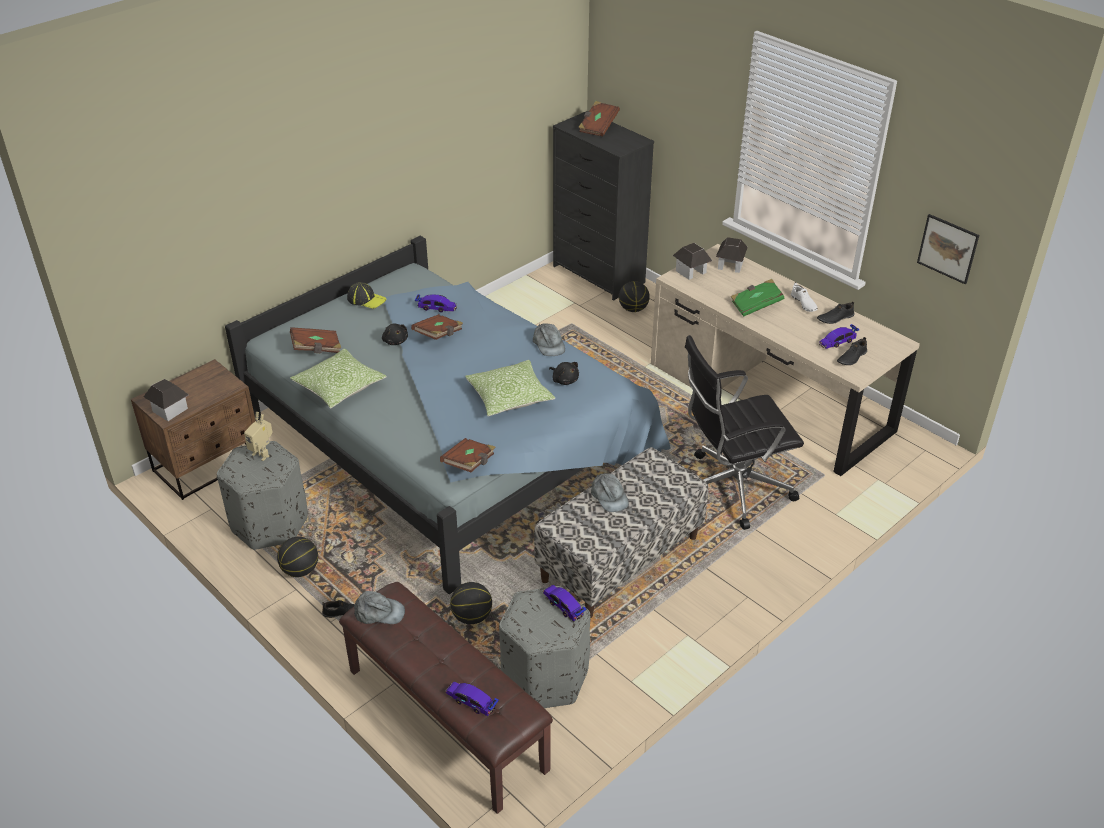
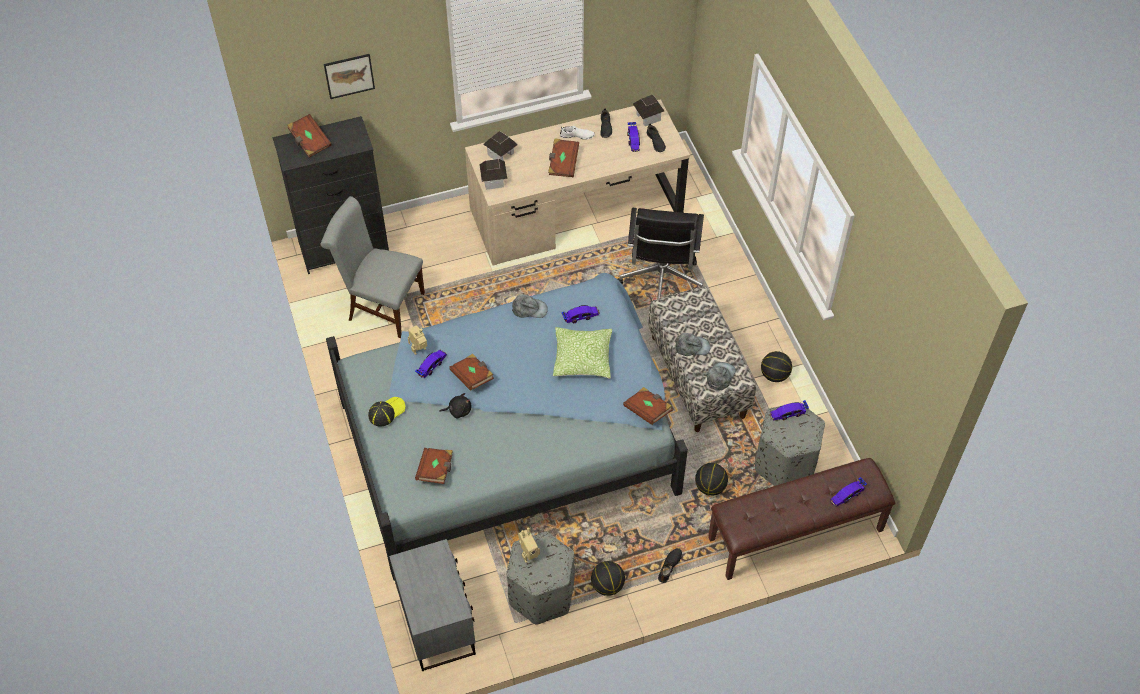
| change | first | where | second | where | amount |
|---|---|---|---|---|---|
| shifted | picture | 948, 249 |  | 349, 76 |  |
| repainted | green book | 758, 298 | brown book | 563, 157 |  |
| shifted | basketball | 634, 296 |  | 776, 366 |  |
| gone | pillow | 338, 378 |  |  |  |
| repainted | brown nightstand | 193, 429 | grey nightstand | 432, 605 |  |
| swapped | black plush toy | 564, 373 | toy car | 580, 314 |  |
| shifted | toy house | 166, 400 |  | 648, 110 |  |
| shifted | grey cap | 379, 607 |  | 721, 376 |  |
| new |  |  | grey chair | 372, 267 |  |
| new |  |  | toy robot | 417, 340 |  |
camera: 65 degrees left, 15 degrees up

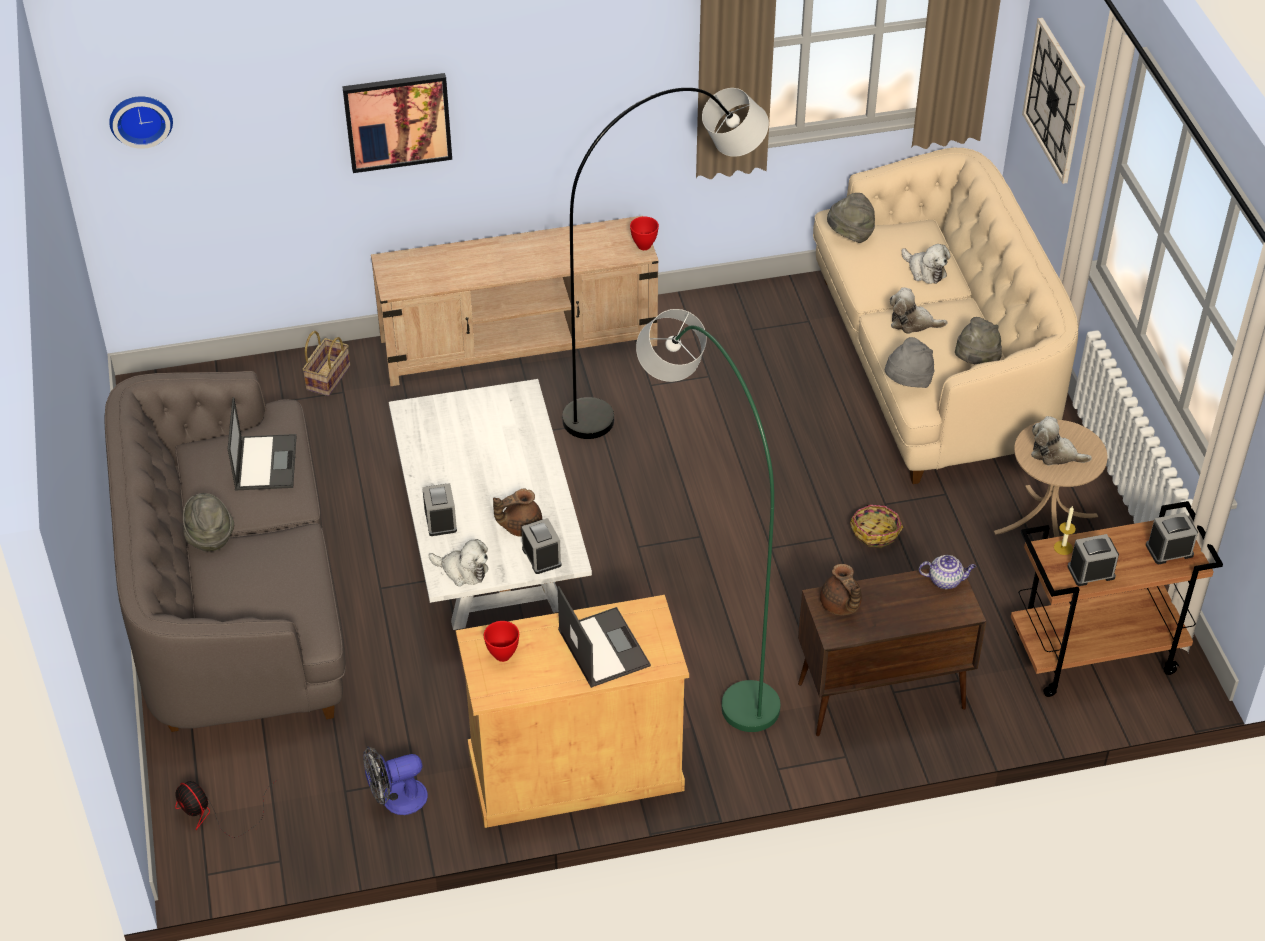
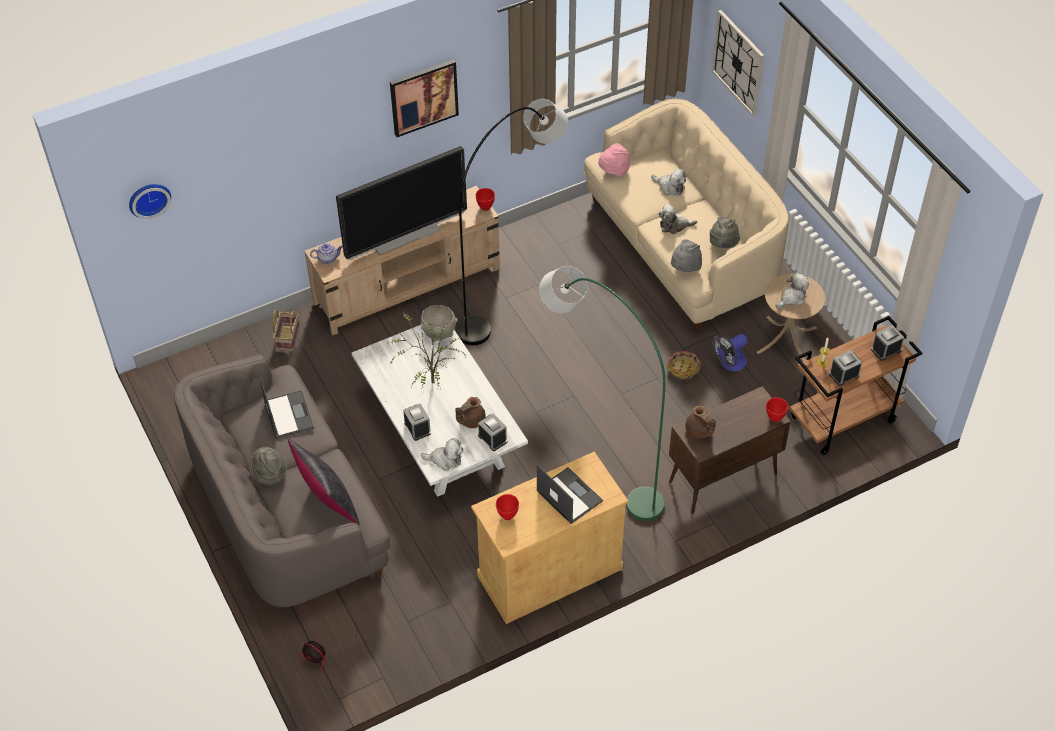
| change | first | where | second | where | amount |
|---|---|---|---|---|---|
| shifted | picture | 397, 123 |  | 424, 98 |  |
| repainted | grey hat | 851, 218 | pink hat | 614, 159 |  |
| rotated | plush toy | 1061, 441 |  | 792, 290 | 135 degrees clockwise |
| shifted | teapot | 947, 572 |  | 326, 253 |  |
| shifted | fan | 395, 781 |  | 730, 352 |  |
| new |  |  | television | 401, 203 |  |
| new |  |  | grey bowl | 438, 323 |  |
| new |  |  | potted plant | 426, 353 |  |
| new |  |  | red bowl | 777, 409 |  |
| new |  |  | black pillow | 324, 481 |  |
camera: 15 degrees left, 5 degrees up

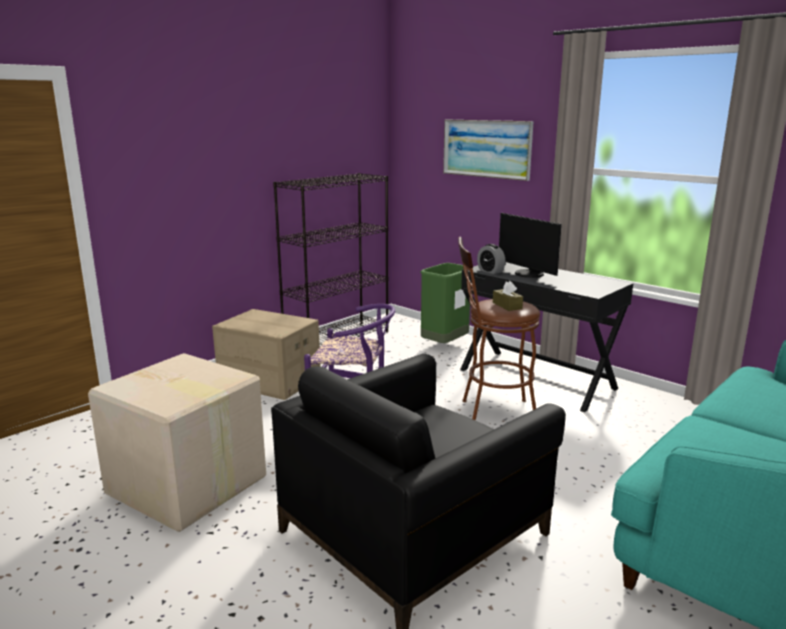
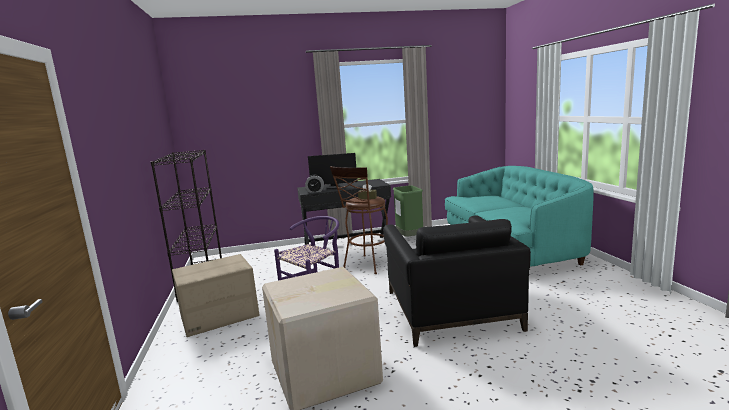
| change | first | where | second | where | amount |
|---|---|---|---|---|---|
| gone | picture | 488, 150 |  |  |  |
| shifted | green trash can | 445, 303 |  | 408, 211 |  |
camera: 55 degrees left, 5 degrees down

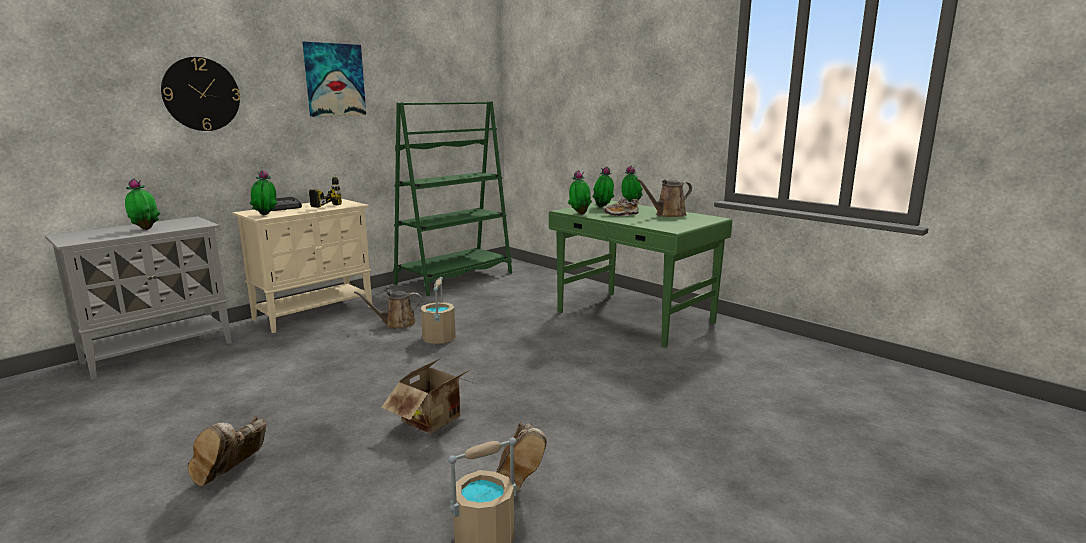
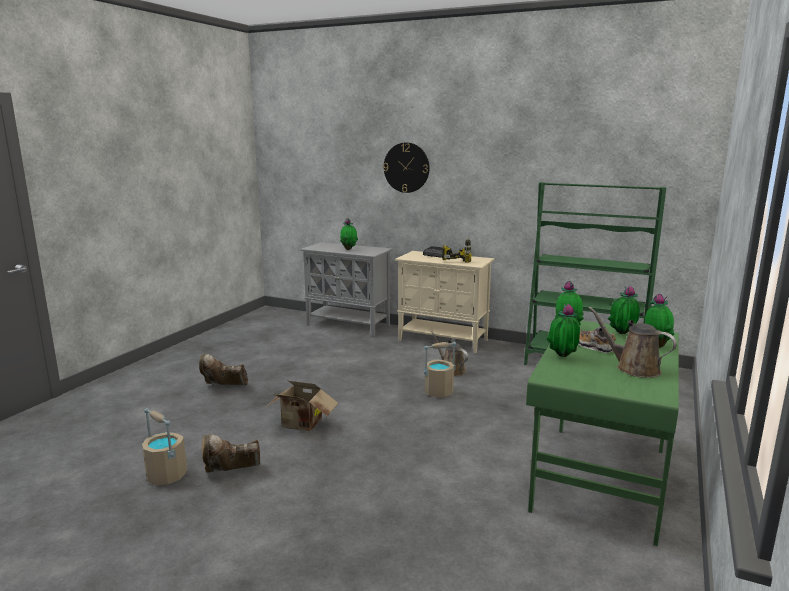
| change | first | where | second | where | amount |
|---|---|---|---|---|---|
| gone | picture | 334, 79 |  |  |  |
| shifted | potted plant | 264, 192 |  | 563, 330 |  |
camera: 70 degrees right, 0 degrees up

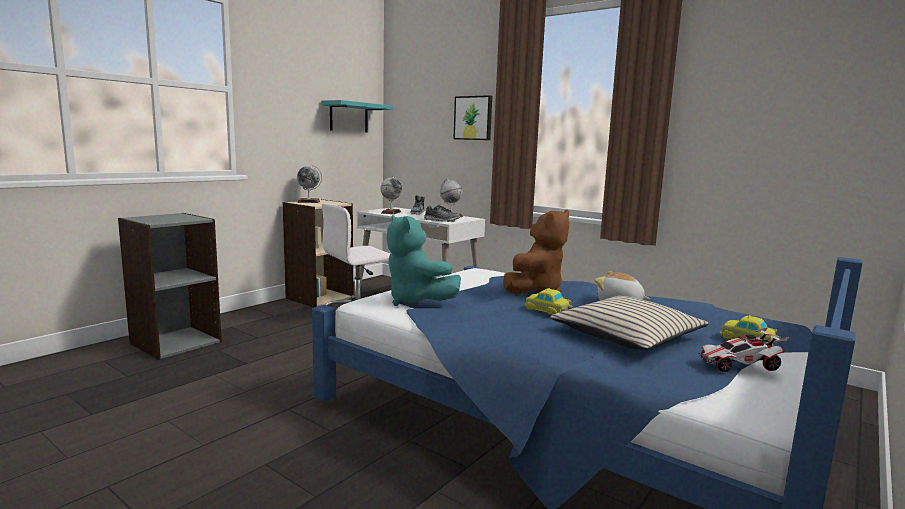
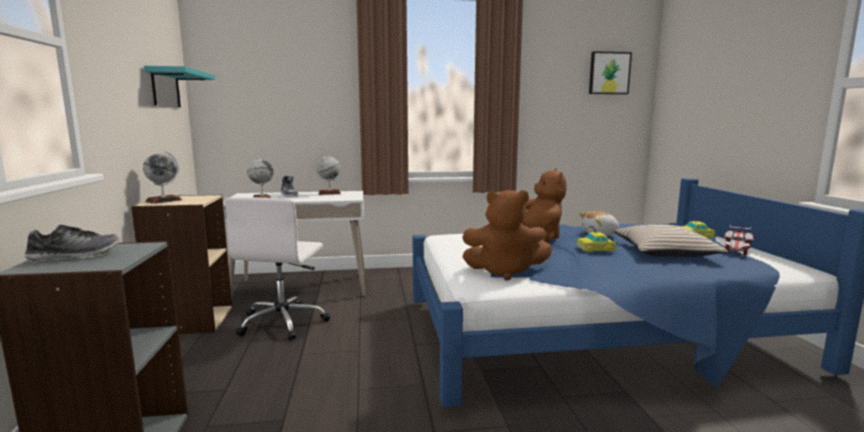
| change | first | where | second | where | amount |
|---|---|---|---|---|---|
| shifted | picture | 472, 117 |  | 610, 72 |  |
| shifted | shoe | 442, 213 |  | 72, 244 |  |
| repainted | turquoise plush toy | 423, 260 | brown plush toy | 507, 235 |  |
camera: 45 degrees left, 0 degrees up

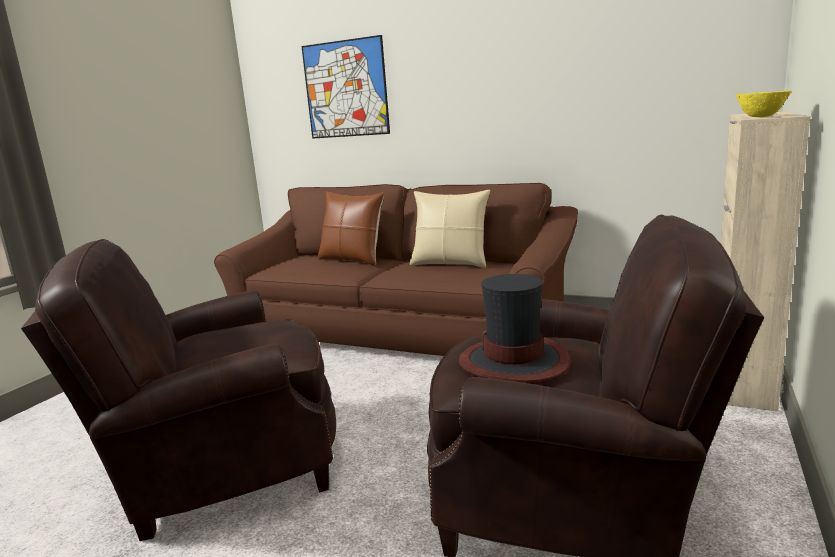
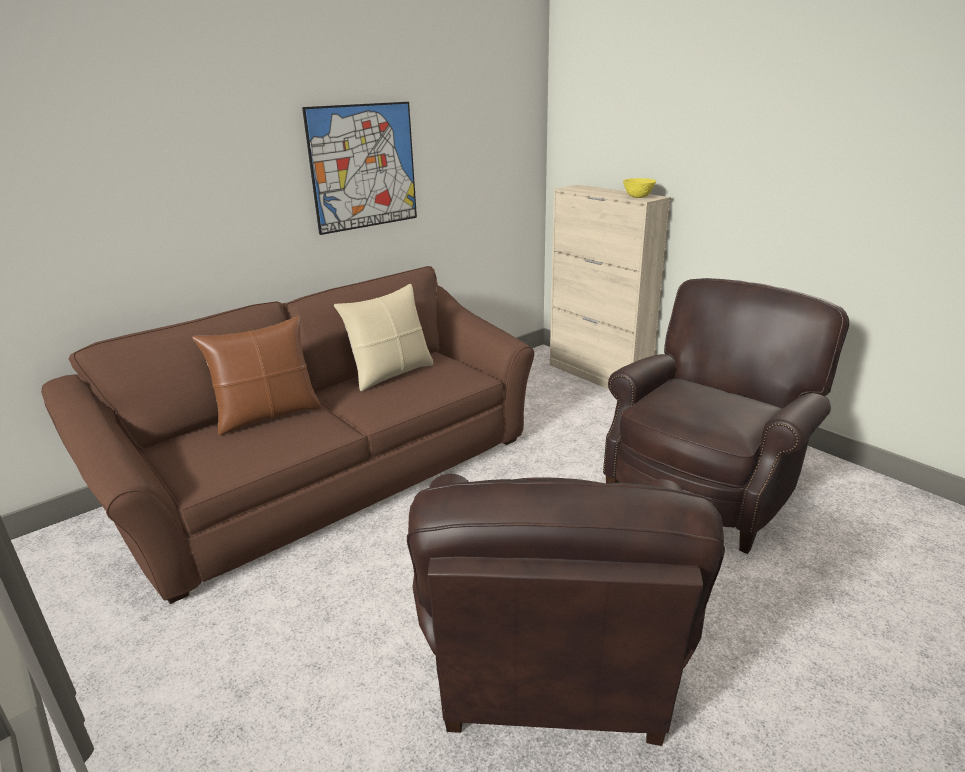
| change | first | where | second | where | amount |
|---|---|---|---|---|---|
| shifted | picture | 345, 87 |  | 359, 168 |  |
| gone | hat | 515, 329 |  |  |  |
camera: 65 degrees left, 10 degrees up

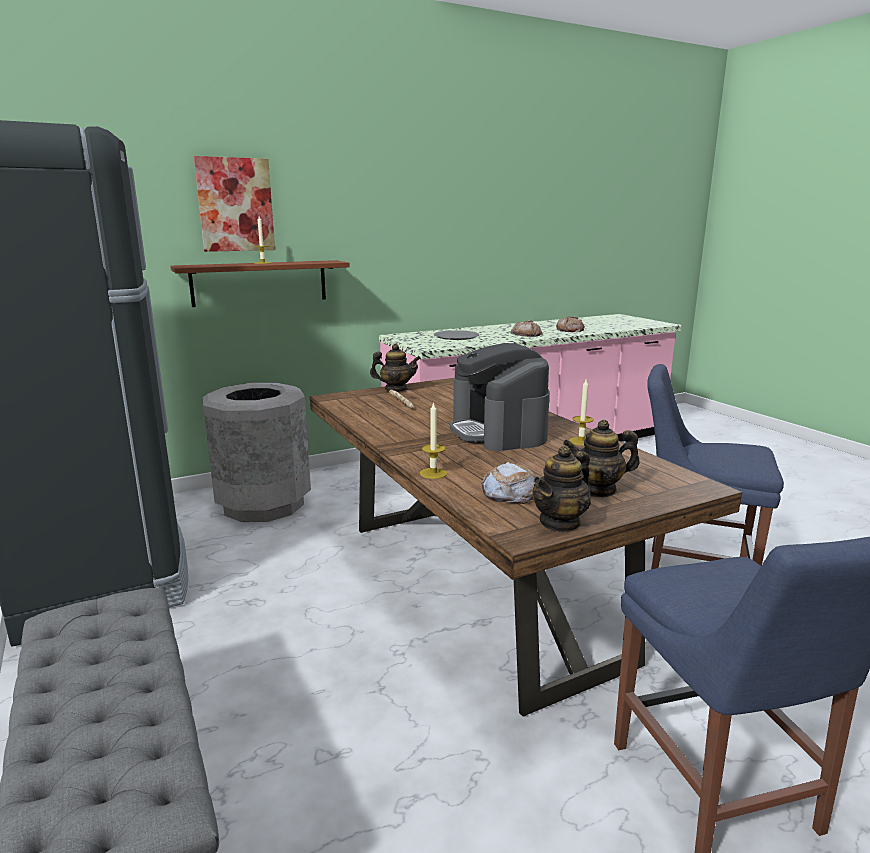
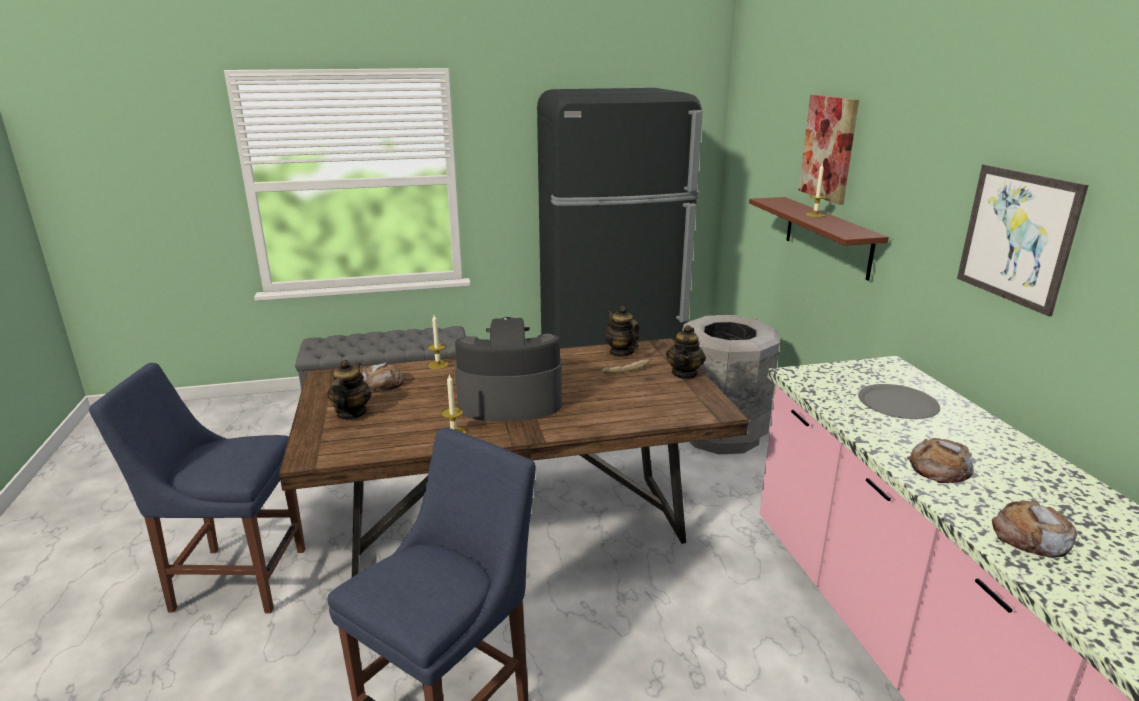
| change | first | where | second | where | amount |
|---|---|---|---|---|---|
| shifted | teapot | 561, 489 |  | 622, 331 |  |
| new |  |  | picture | 1023, 240 |  |
camera: 105 degrees right, 5 degrees up

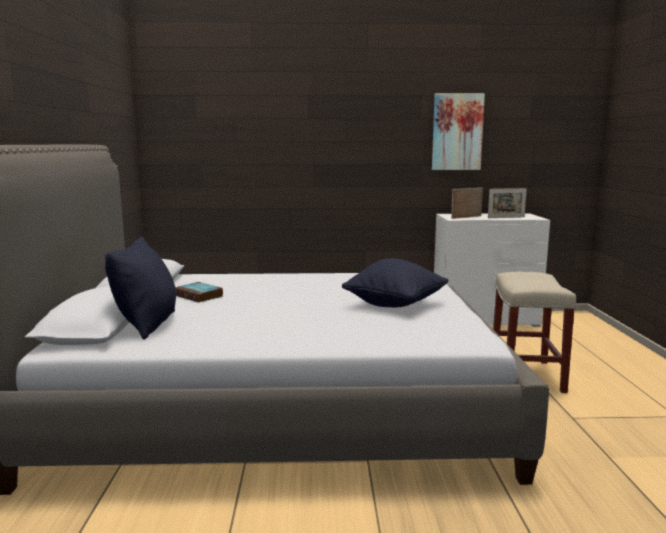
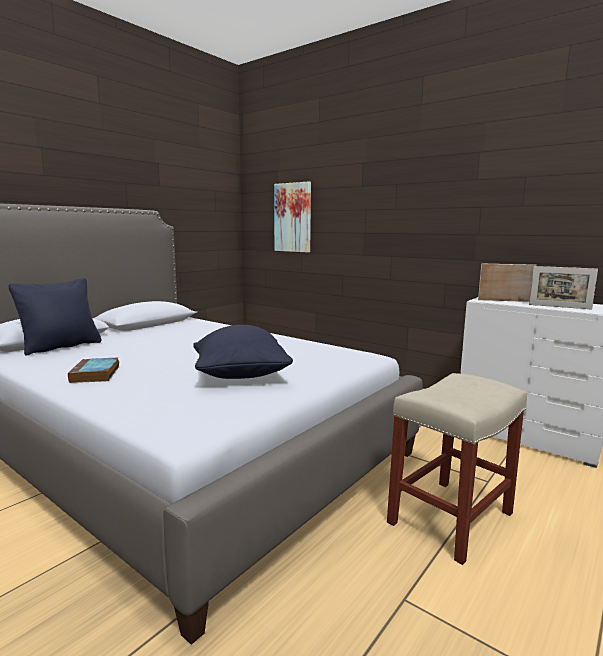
| change | first | where | second | where | amount |
|---|---|---|---|---|---|
| shifted | picture | 458, 131 |  | 292, 216 |  |
| shifted | book | 199, 292 |  | 93, 370 |  |
camera: 40 degrees right, 0 degrees up

